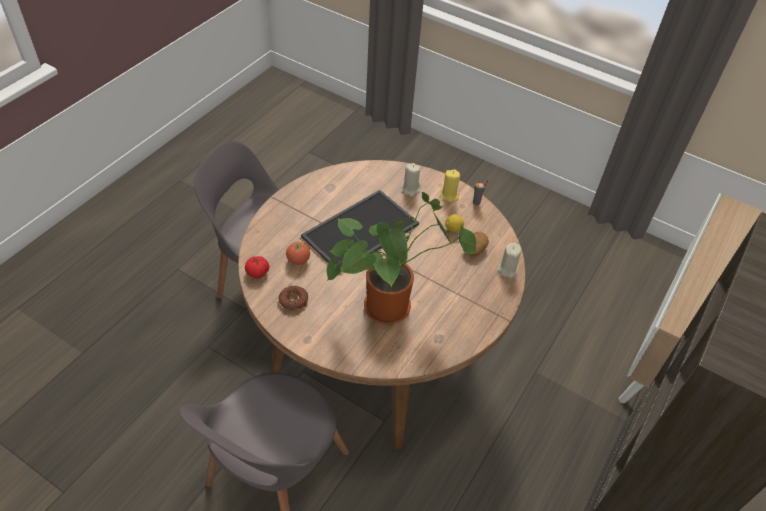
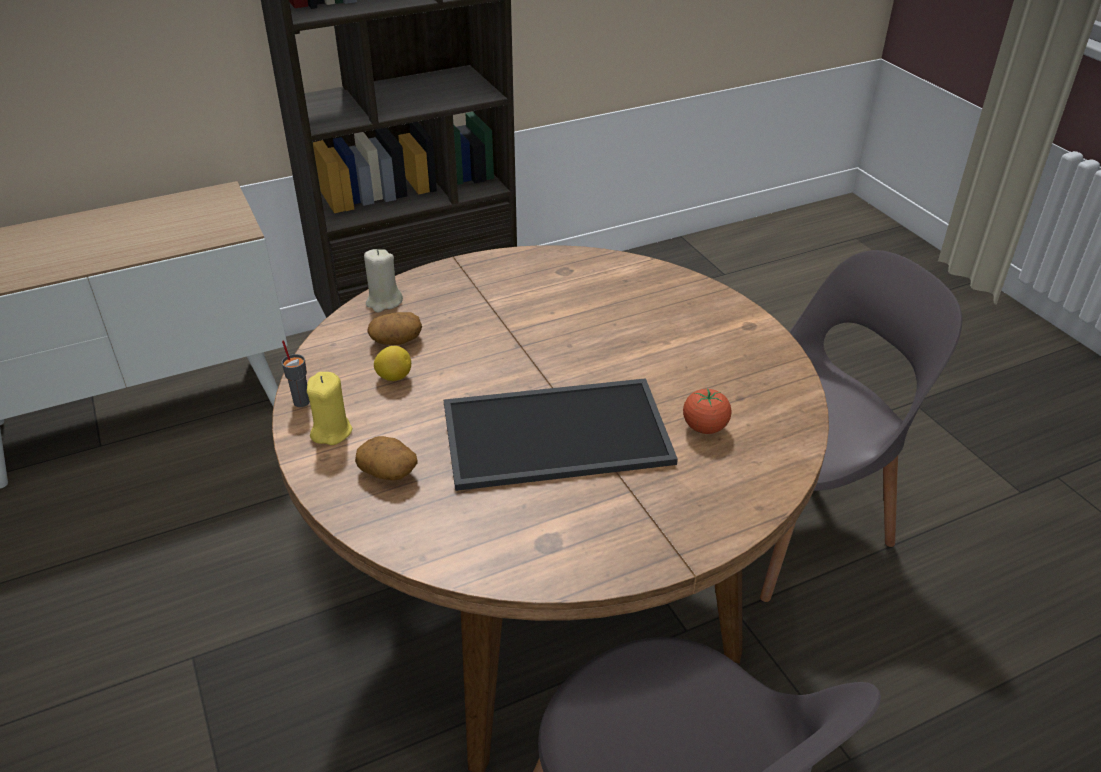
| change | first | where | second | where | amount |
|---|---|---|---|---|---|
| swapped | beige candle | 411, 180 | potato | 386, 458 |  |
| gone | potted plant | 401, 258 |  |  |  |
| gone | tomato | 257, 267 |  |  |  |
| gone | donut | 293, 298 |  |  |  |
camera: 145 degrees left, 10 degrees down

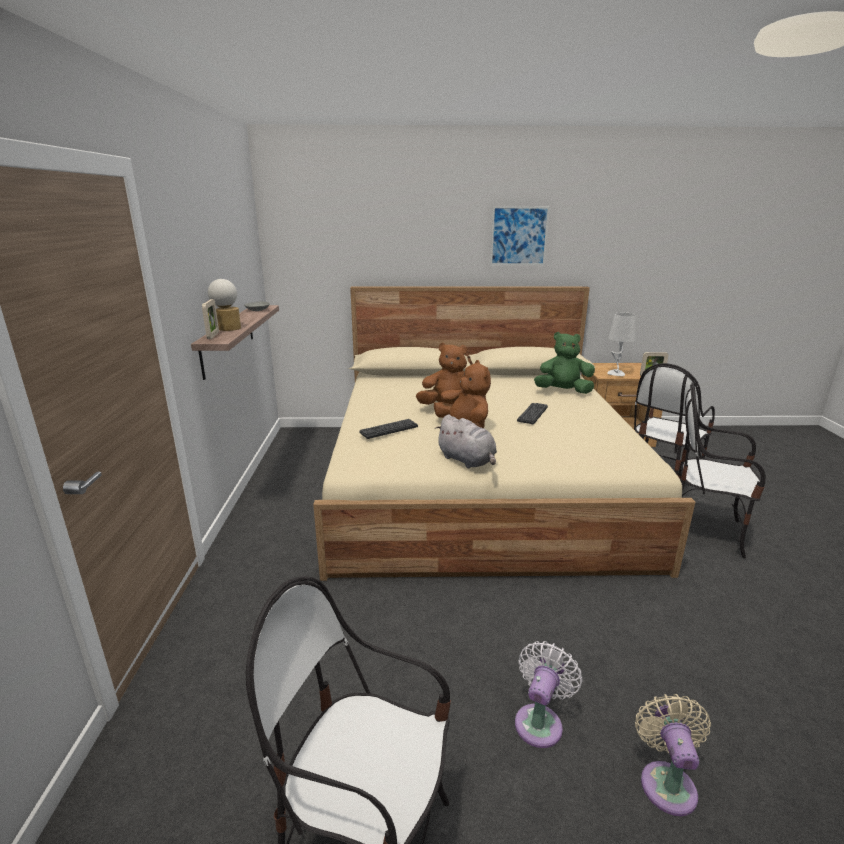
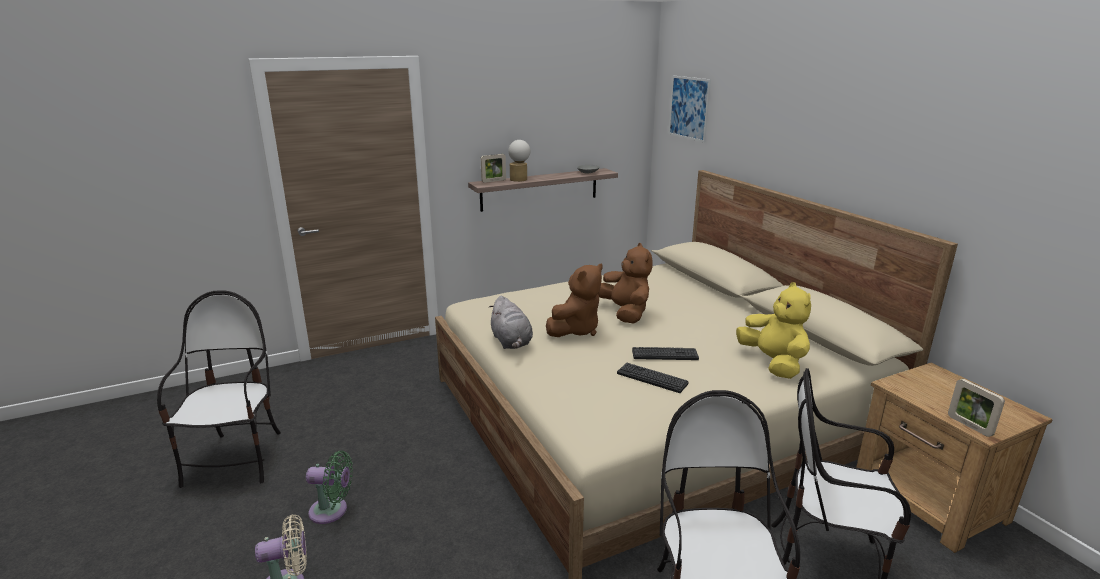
| change | first | where | second | where | amount |
|---|---|---|---|---|---|
| shifted | picture | 520, 235 |  | 689, 109 |  |
| gone | grey table lamp | 621, 344 |  |  |  |
| repainted | green plush toy | 564, 363 | yellow plush toy | 773, 330 |  |
| rotated | grey plush toy | 466, 441 |  | 510, 322 | 45 degrees counterclockwise |
| shifted | keyboard | 388, 429 |  | 653, 378 |  |
| repainted | white fan | 549, 694 | green fan | 329, 487 |  |
camera: 65 degrees right, 0 degrees up

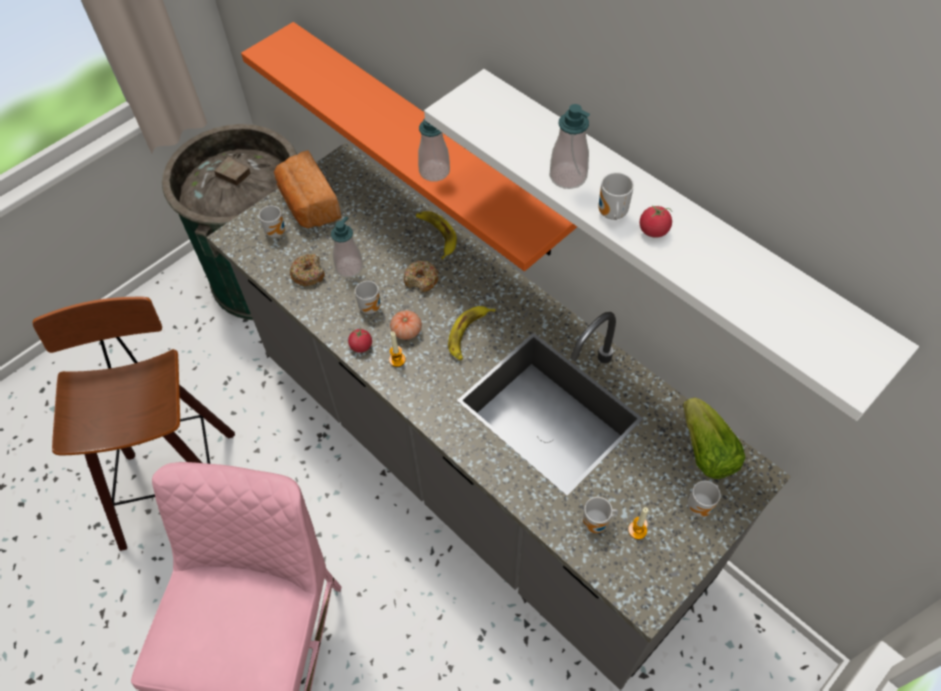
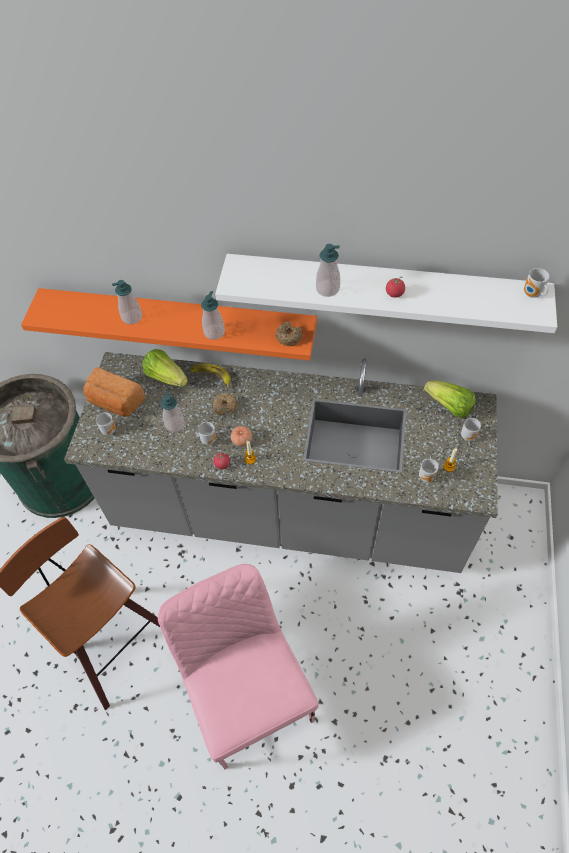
| change | first | where | second | where | amount |
|---|---|---|---|---|---|
| shifted | mug | 616, 196 |  | 537, 283 |  |
| shifted | donut | 307, 270 |  | 288, 333 |  |
| gone | banana | 472, 333 |  |  |  |
| new |  |  | soap dispenser | 127, 302 |  |
| new |  |  | lettuce | 165, 368 |  |
camera: 35 degrees left, 0 degrees up

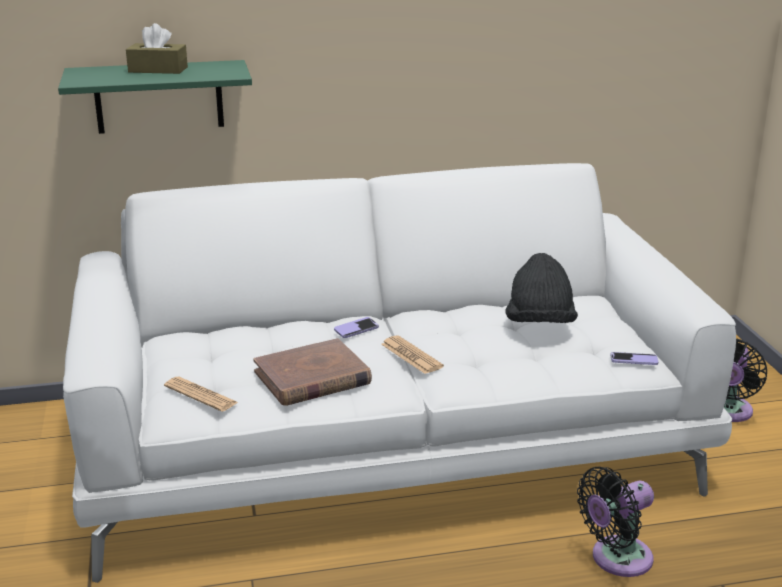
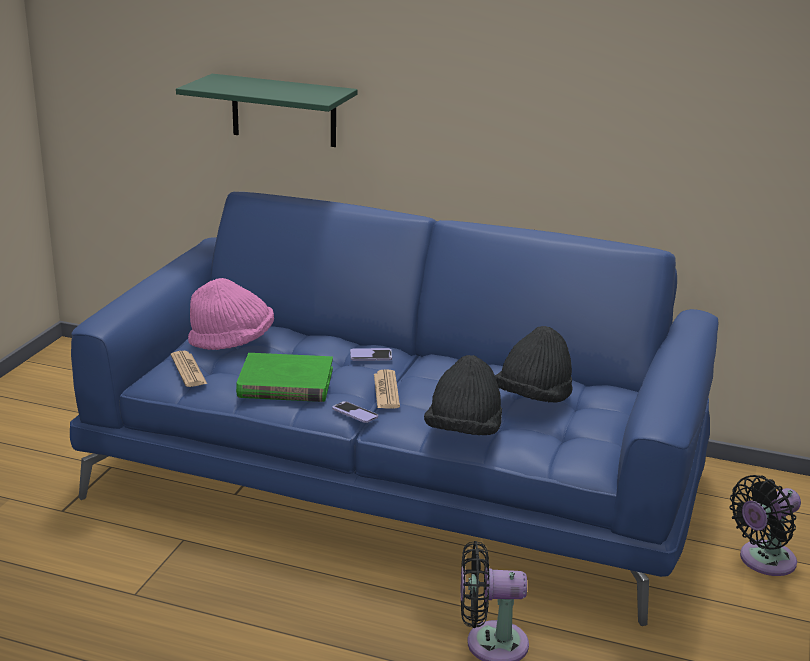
| change | first | where | second | where | amount |
|---|---|---|---|---|---|
| gone | brown tissue box | 157, 48 |  |  |  |
| repainted | white sofa | 399, 373 | blue sofa | 394, 409 |  |
| repainted | brown book | 312, 372 | green book | 284, 377 |  |
| shifted | phone | 634, 358 |  | 355, 412 |  |
| new |  |  | pink hat | 231, 314 |  |
| new |  |  | black hat | 463, 395 |  |
camera: 30 degrees right, 0 degrees up

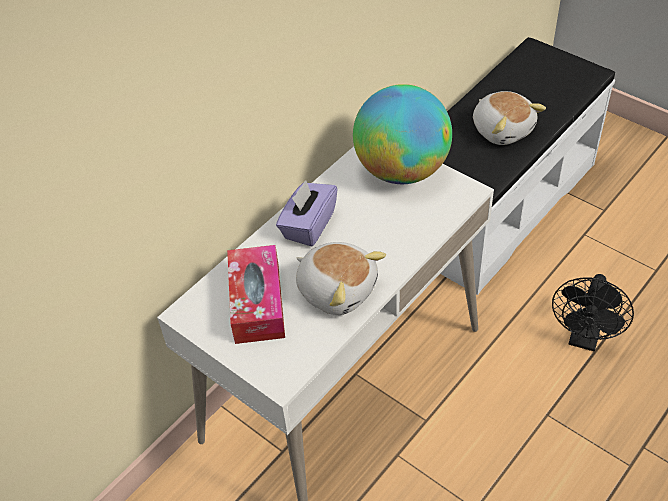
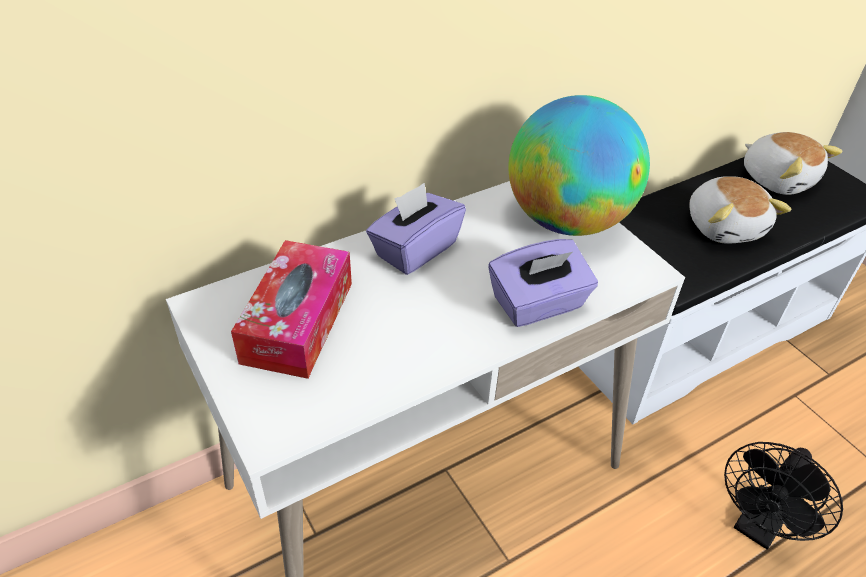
| change | first | where | second | where | amount |
|---|---|---|---|---|---|
| shifted | plush toy | 341, 278 |  | 793, 163 |  |
| new |  |  | purple tissue box | 543, 283 |  |
camera: 15 degrees right, 5 degrees down

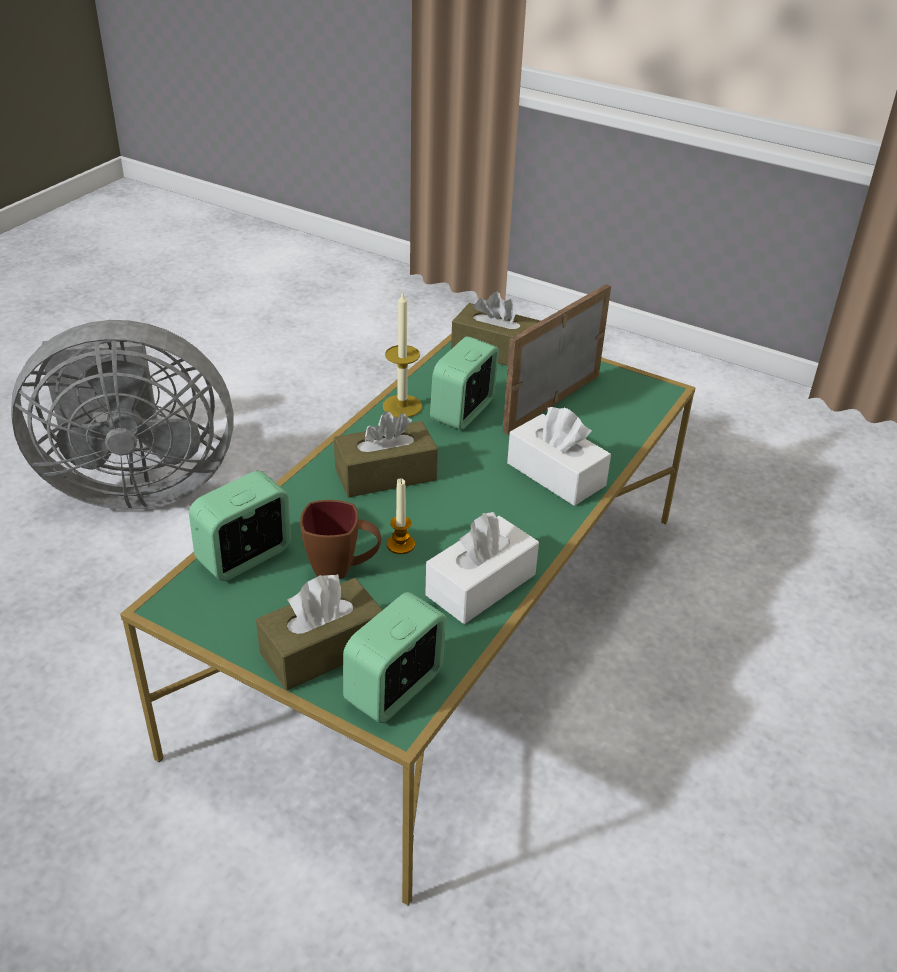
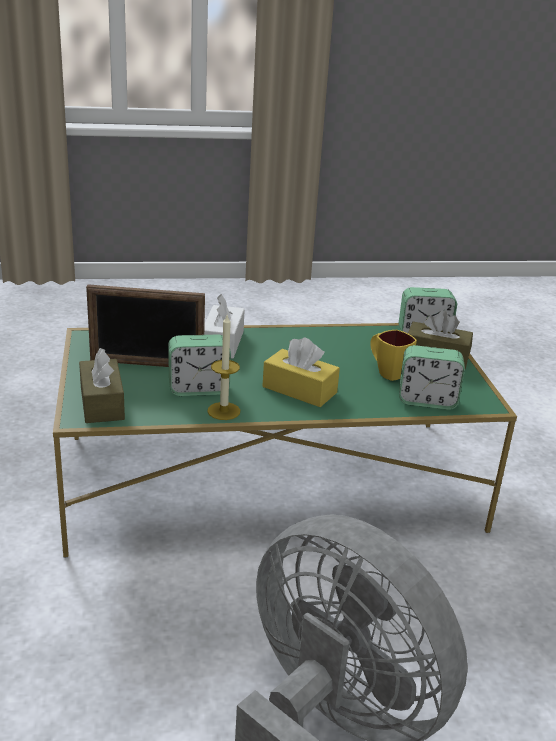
| change | first | where | second | where | amount |
|---|---|---|---|---|---|
| repainted | brown tissue box | 386, 454 | yellow tissue box | 301, 372 |  |
| gone | candle | 401, 516 |  |  |  |
| repainted | brown mug | 340, 539 | yellow mug | 393, 355 |  |
| gone | white tissue box | 482, 568 |  |  |  |
camera: 130 degrees left, 10 degrees down

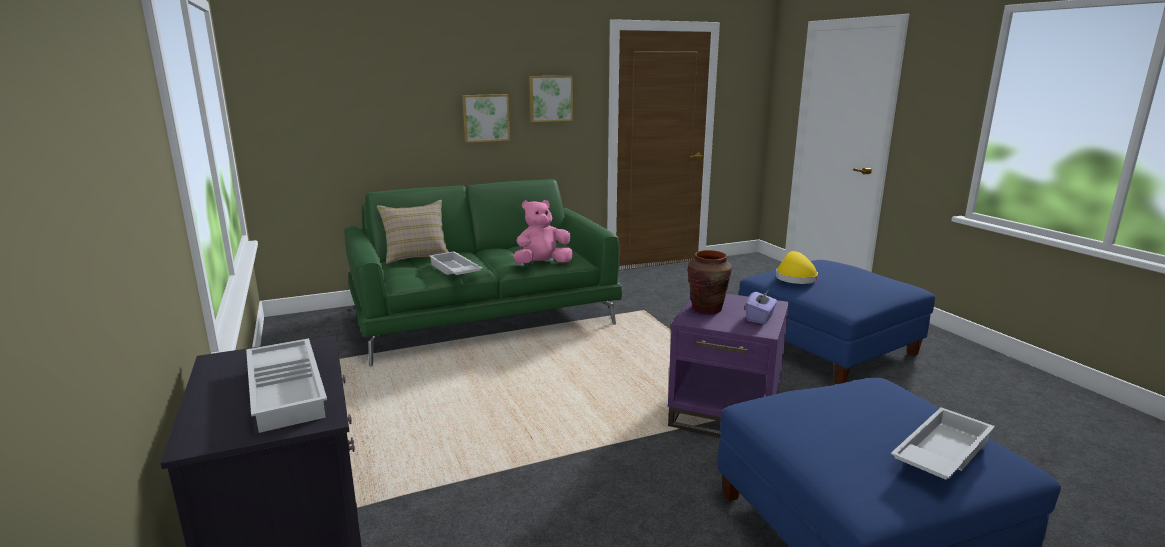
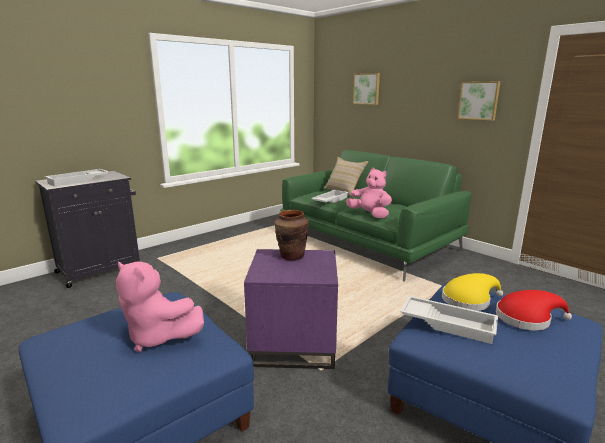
| change | first | where | second | where | amount |
|---|---|---|---|---|---|
| shifted | picture | 486, 118 |  | 366, 89 |  |
| gone | purple tissue box | 761, 306 |  |  |  |
| shifted | white tray | 943, 443 |  | 449, 320 |  |
| new |  |  | pink plush toy | 160, 306 |  |
| new |  |  | red hat | 534, 310 |  |
camera: 70 degrees right, 0 degrees up

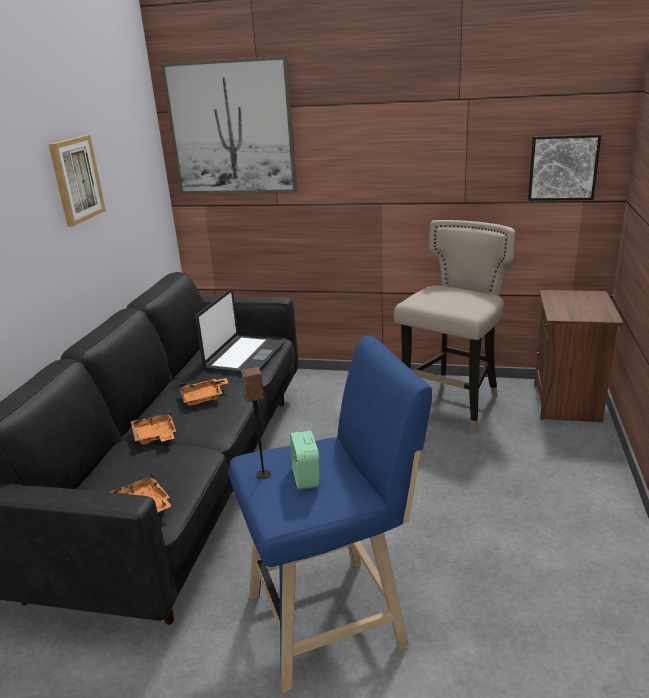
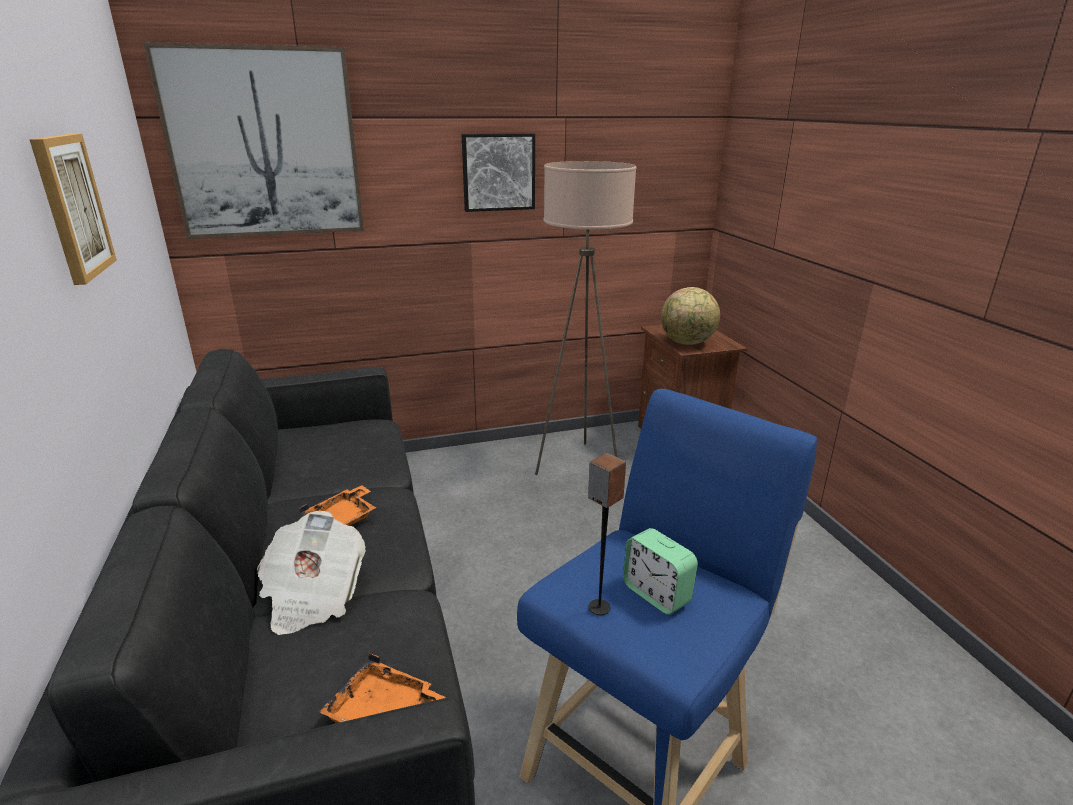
| change | first | where | second | where | amount |
|---|---|---|---|---|---|
| shifted | picture | 564, 167 |  | 498, 172 |  |
| swapped | beige stool | 454, 326 | beige floor lamp | 586, 318 |  |
| gone | laptop | 240, 331 |  |  |  |
| swapped | orange tray | 153, 427 | newspaper | 311, 573 |  |
| new |  |  | globe | 690, 316 |  |
camera: 30 degrees left, 0 degrees up

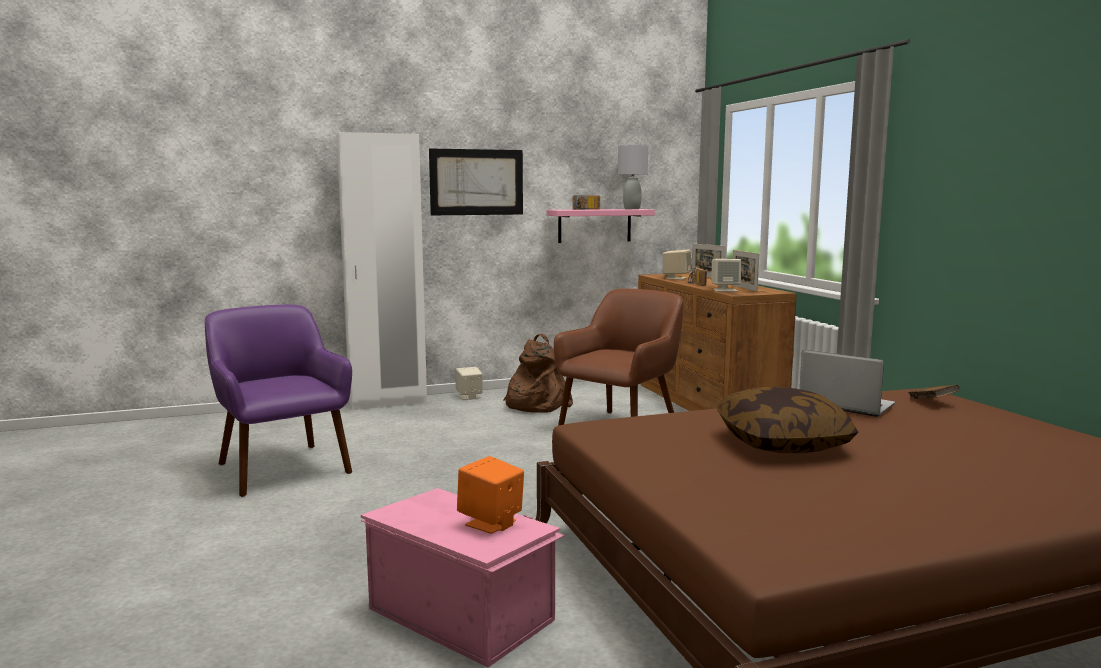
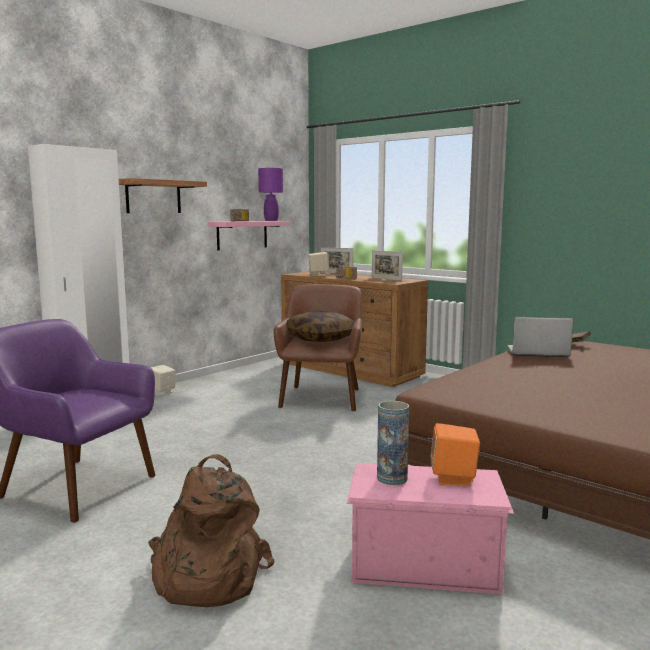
| change | first | where | second | where | amount |
|---|---|---|---|---|---|
| repainted | grey table lamp | 633, 177 | purple table lamp | 270, 194 |  |
| swapped | picture | 476, 181 | shelf | 163, 195 |  |
| gone | beige speaker | 726, 275 |  |  |  |
| shifted | brown backpack | 538, 373 |  | 211, 530 |  |
| shifted | pillow | 787, 420 |  | 321, 326 |  |
| new |  |  | vase | 393, 443 |  |
camera: 30 degrees left, 0 degrees up

